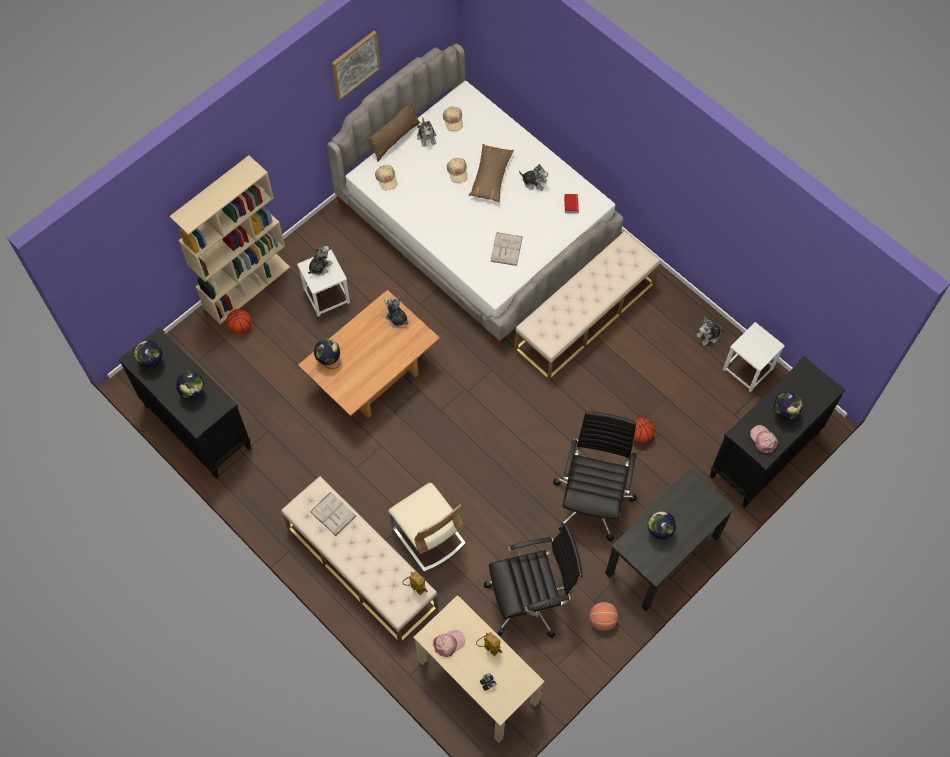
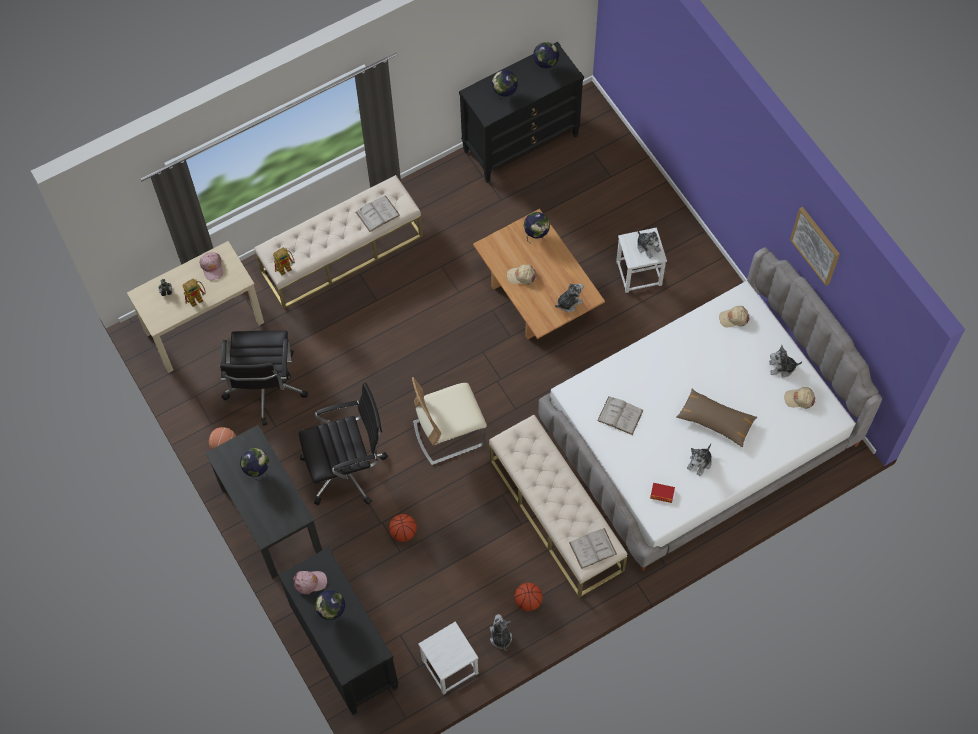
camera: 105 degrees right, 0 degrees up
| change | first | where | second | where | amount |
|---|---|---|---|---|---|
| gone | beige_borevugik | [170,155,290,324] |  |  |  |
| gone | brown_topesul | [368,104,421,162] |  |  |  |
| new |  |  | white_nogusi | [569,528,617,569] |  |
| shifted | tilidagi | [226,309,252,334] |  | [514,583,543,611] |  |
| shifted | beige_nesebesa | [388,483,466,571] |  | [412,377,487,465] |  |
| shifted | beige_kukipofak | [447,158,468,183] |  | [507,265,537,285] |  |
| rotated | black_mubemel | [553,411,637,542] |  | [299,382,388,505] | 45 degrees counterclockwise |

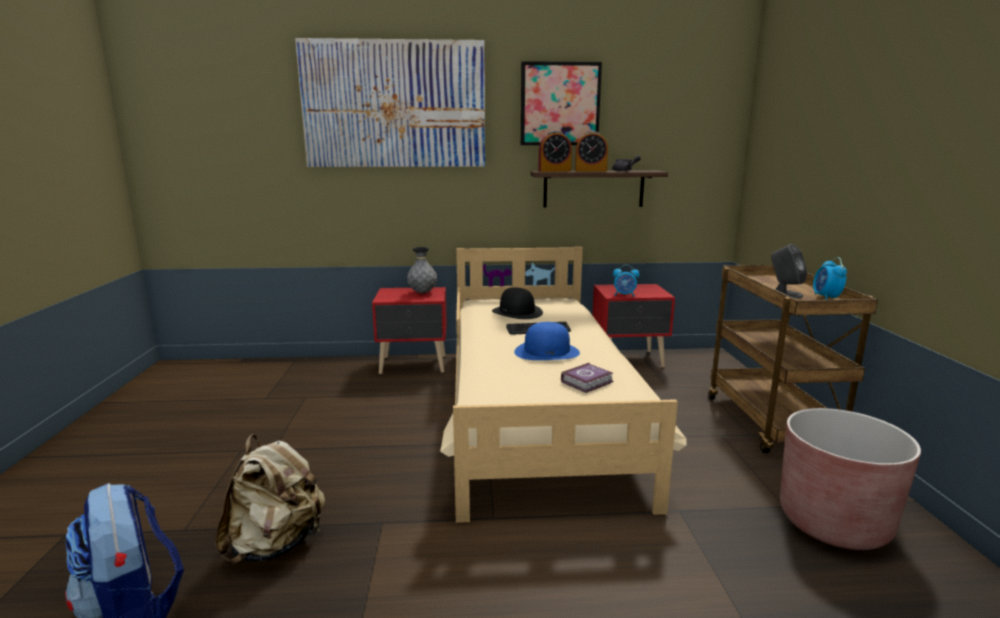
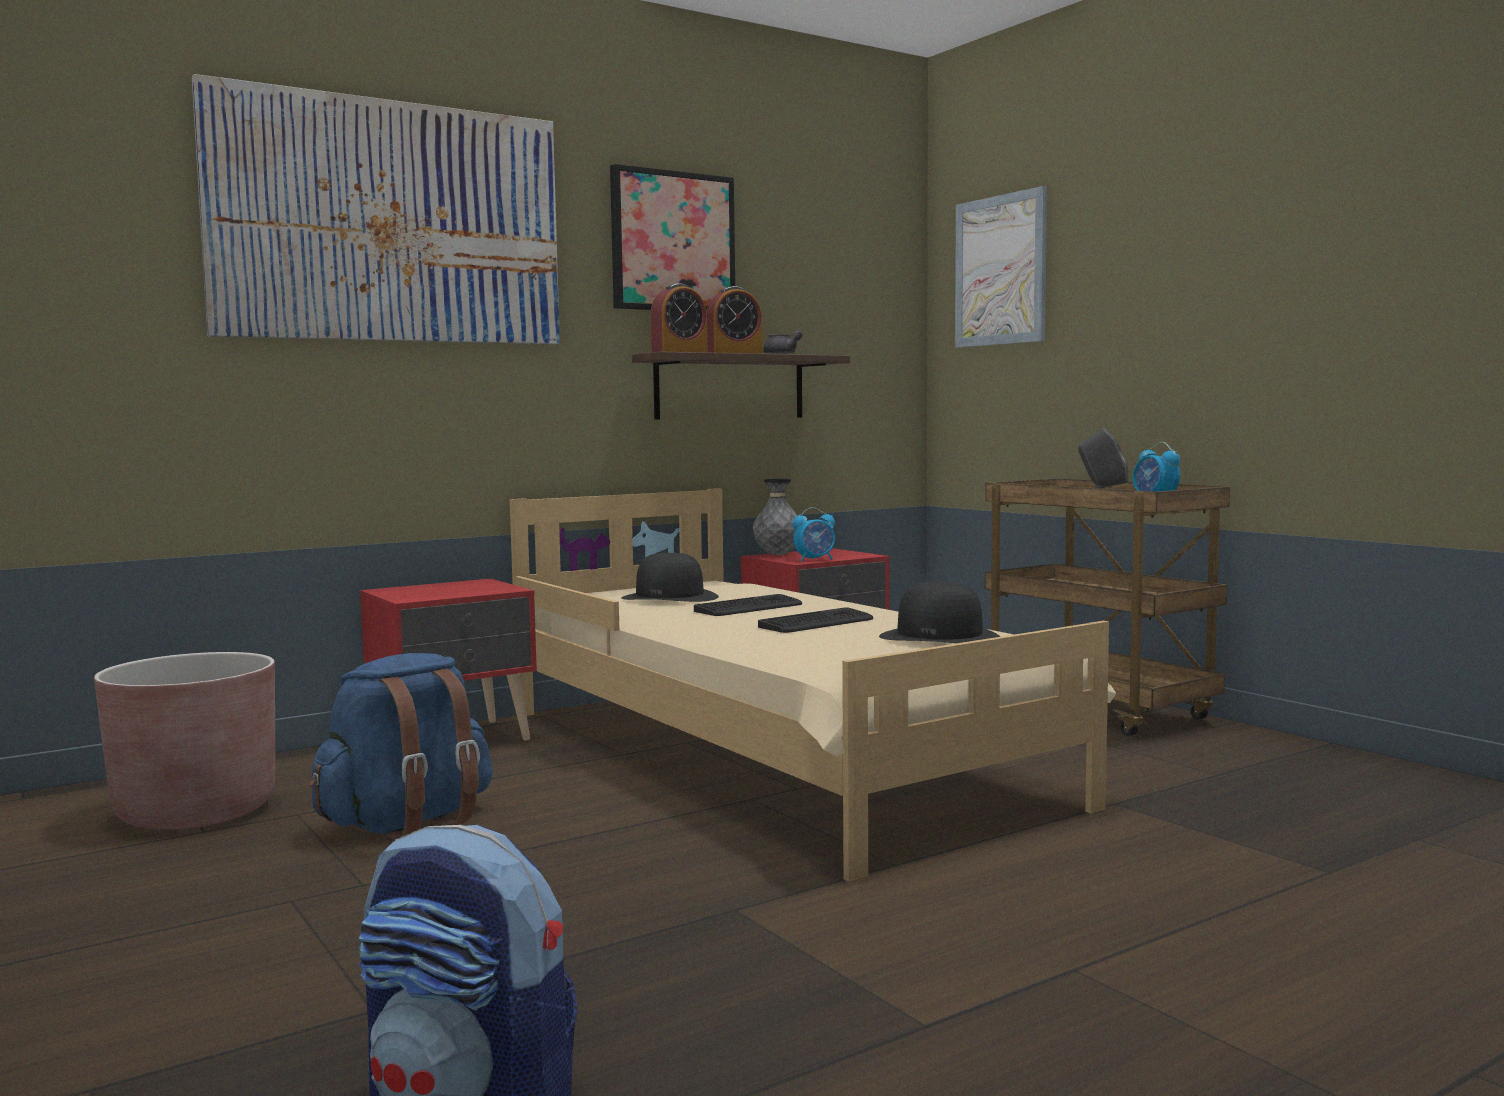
camera: 30 degrees left, 10 degrees down
| change | first | where | second | where | amount |
|---|---|---|---|---|---|
| gone | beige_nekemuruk | [215,434,325,564] |  |  |  |
| new |  |  | blue_nekemuruk | [309,653,493,841] |  |
| new |  |  | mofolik | [955,186,1047,348] |  |
| shifted | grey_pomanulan | [407,247,437,293] |  | [753,479,798,555] |  |
| shifted | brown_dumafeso | [780,408,921,550] |  | [94,652,275,830] |  |
| swapped | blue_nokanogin | [514,322,580,360] | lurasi | [758,607,873,633] |  |
| swapped | nogusi | [561,363,613,393] | black_nokanogin | [879,581,1001,643] |  |

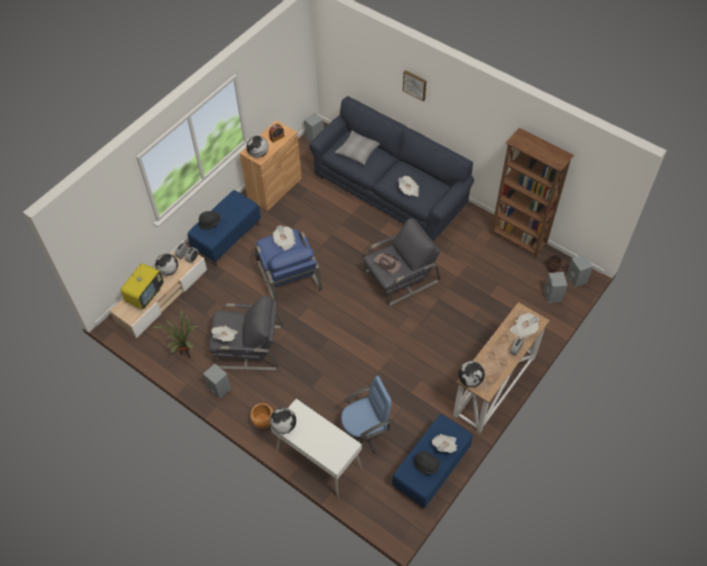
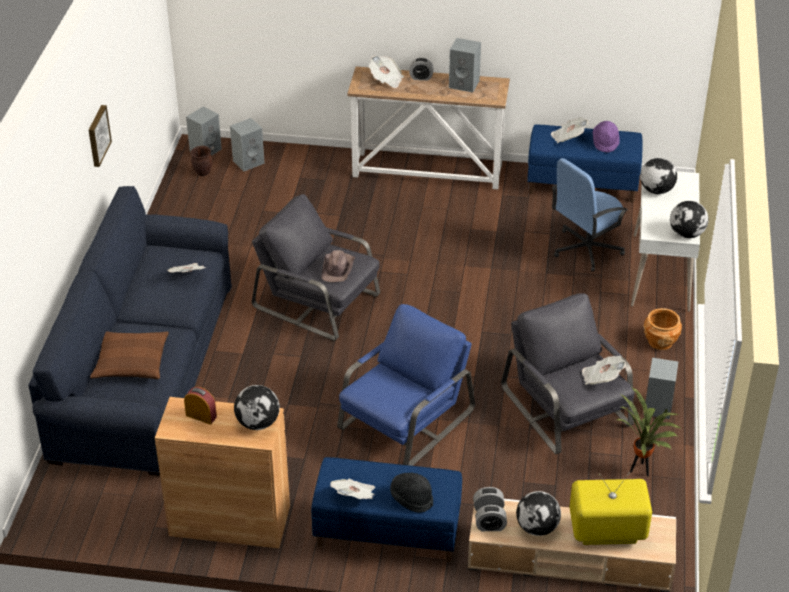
camera: 120 degrees left, 15 degrees down
| change | first | where | second | where | amount |
|---|---|---|---|---|---|
| gone | brown_borevugik | [491,128,574,259] |  |  |  |
| shifted | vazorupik | [273,225,296,251] |  | [330,479,375,499] |  |
| shifted | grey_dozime | [304,113,324,142] |  | [449,38,481,93] |  |
| shifted | mofolik | [403,70,426,101] |  | [89,105,112,167] |  |
| shifted | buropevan | [458,361,485,387] |  | [640,158,677,194] |  |
| repainted | grey_topesul | [335,130,380,165] | brown_topesul | [90,331,169,379] |  |
| repainted | black_nokanogin | [414,451,440,475] | purple_nokanogin | [593,121,620,153] |  |
| rotated | blue_mubemel | [341,376,392,453] |  | [552,158,628,272] | 75 degrees counterclockwise |

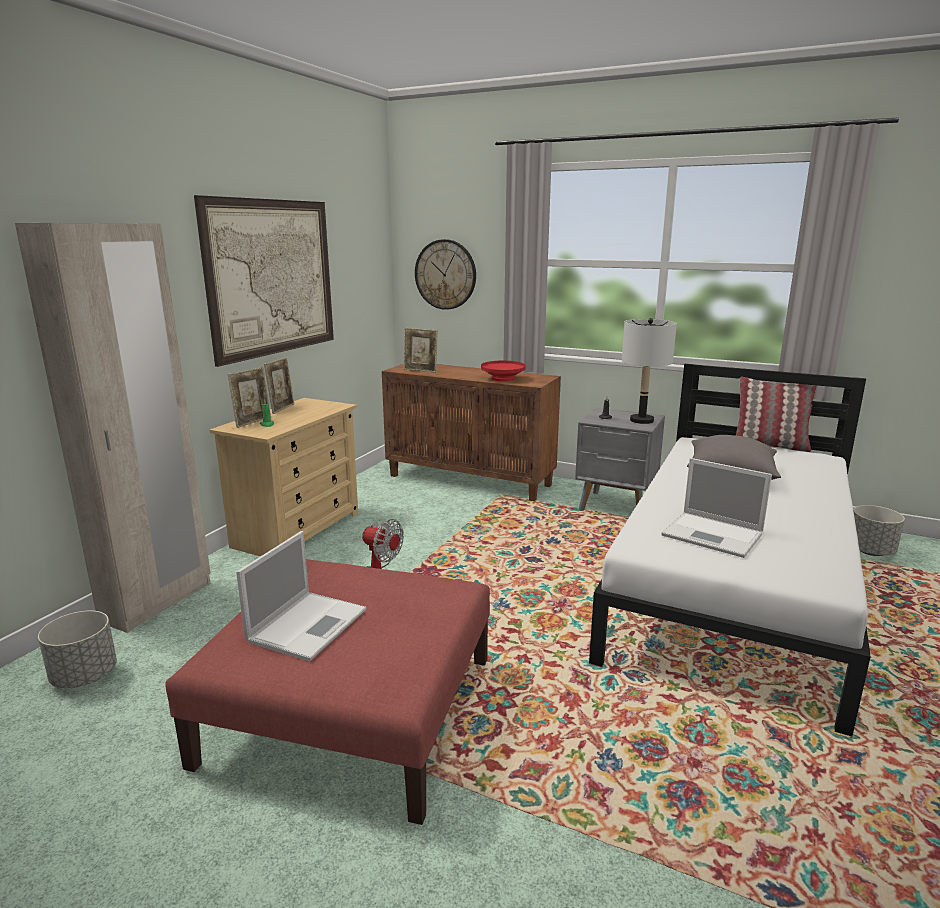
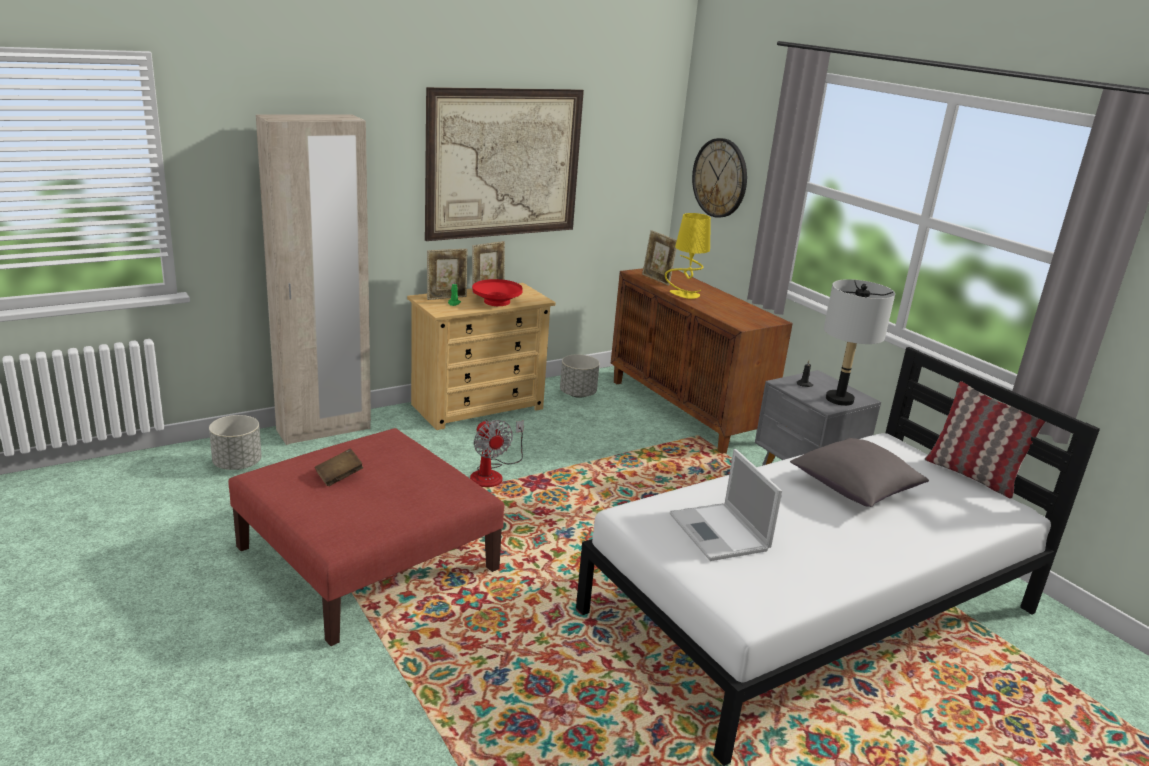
camera: 30 degrees right, 5 degrees up
| change | first | where | second | where | amount |
|---|---|---|---|---|---|
| new |  |  | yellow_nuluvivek | [665,213,711,299] |  |
| shifted | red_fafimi | [481,360,526,382] |  | [472,279,523,306] |  |
| shifted | grey_dumafeso | [854,505,905,556] |  | [560,354,600,398] |  |
| swapped | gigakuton | [236,531,366,662] | brown_nogusi | [315,449,364,486] |  |

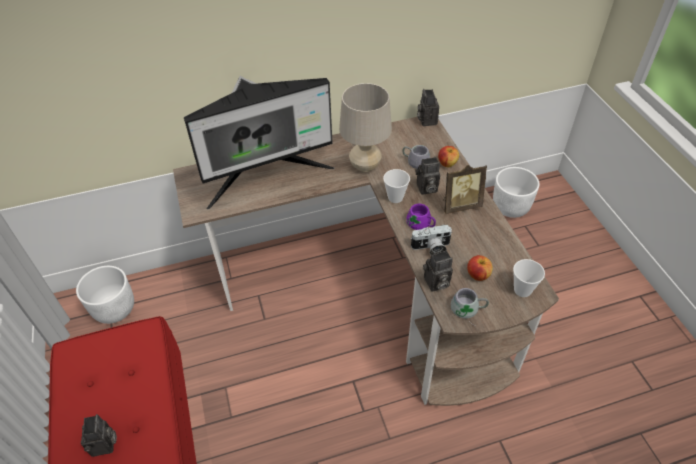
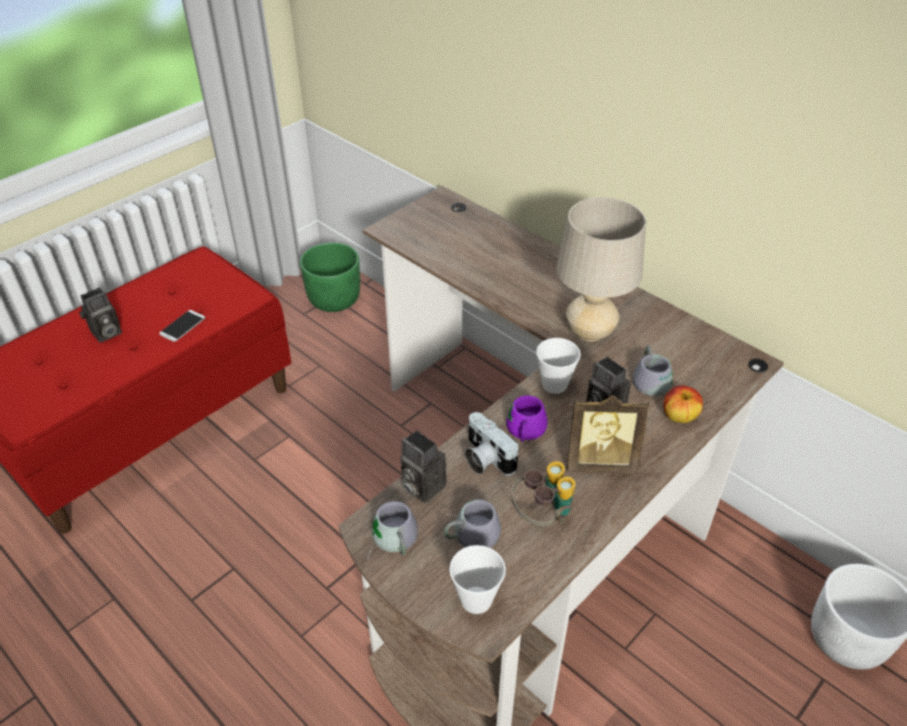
camera: 60 degrees right, 5 degrees down
| change | first | where | second | where | amount |
|---|---|---|---|---|---|
| gone | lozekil | [184,76,334,209] |  |  |  |
| gone | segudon | [417,89,439,126] |  |  |  |
| new |  |  | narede | [159,310,205,342] |  |
| new |  |  | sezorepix | [512,461,576,526] |  |
| swapped | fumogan | [467,255,493,281] | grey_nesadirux | [444,500,501,548] |  |
| repainted | white_dumafeso | [76,266,134,324] | green_dumafeso | [300,243,360,312] |  |
| rotated | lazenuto | [443,165,487,214] |  | [567,395,649,474] | 45 degrees counterclockwise |

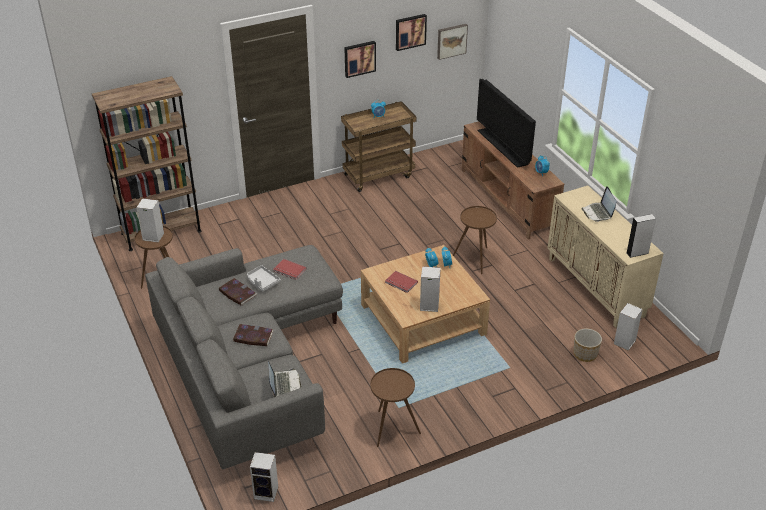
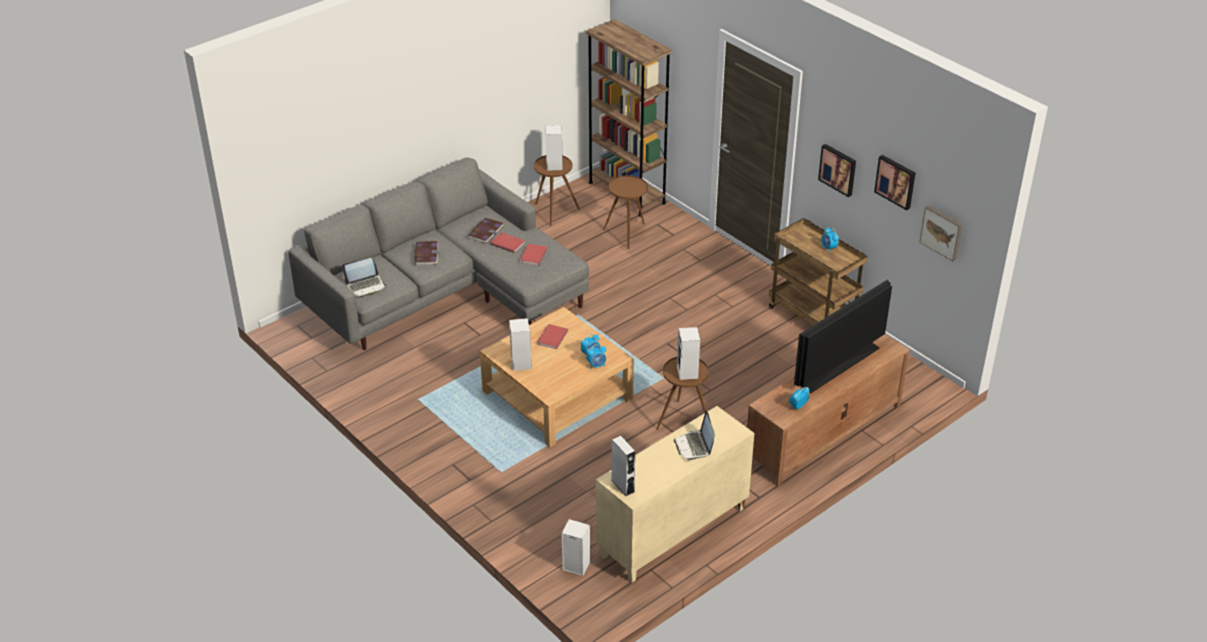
camera: 75 degrees right, 0 degrees up
| change | first | where | second | where | amount |
|---|---|---|---|---|---|
| gone | dumafeso | [573,329,602,362] |  |  |  |
| shifted | dozime | [250,452,278,502] |  | [677,327,700,380] |  |
| shifted | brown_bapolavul | [370,368,421,447] |  | [603,175,648,249] |  |
| swapped | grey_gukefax | [247,265,281,292] | red_nogusi | [490,232,525,253] |  |
| rotated | gigakuton | [582,186,616,222] |  | [674,411,715,461] | 75 degrees counterclockwise |

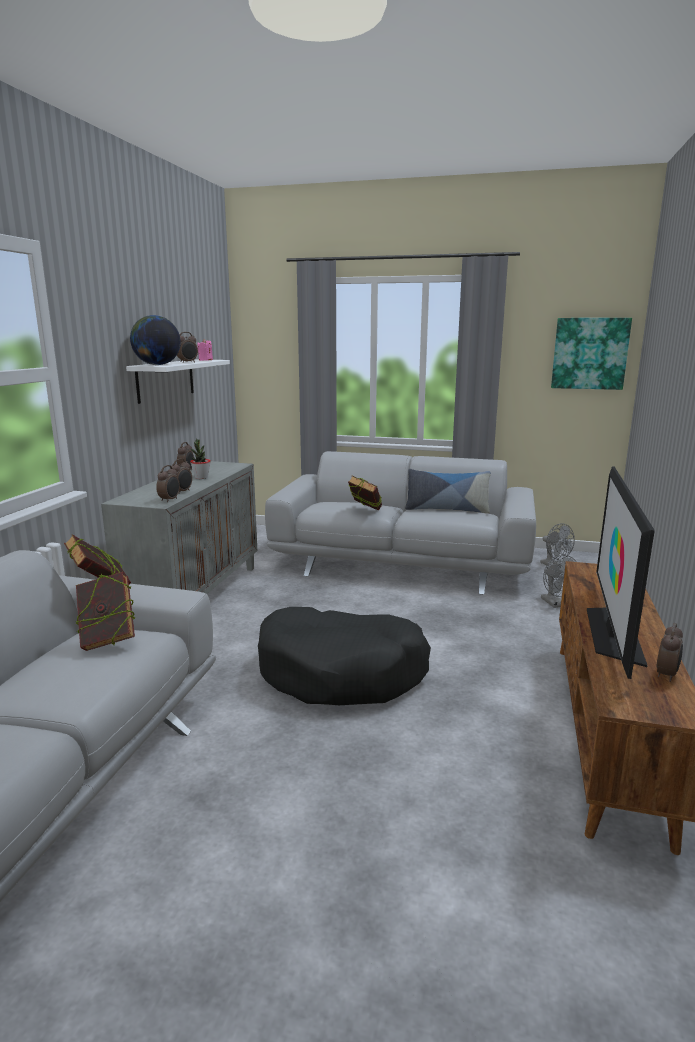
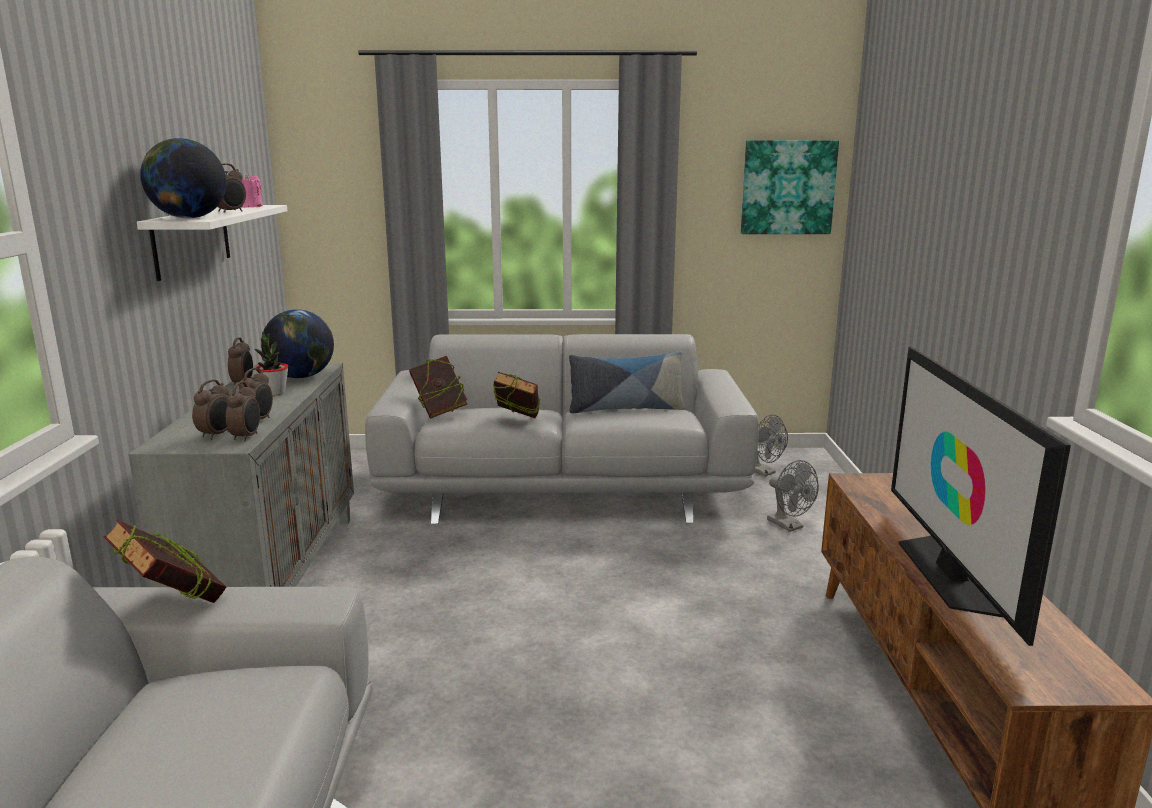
camera: 15 degrees left, 0 degrees up
| change | first | where | second | where | amount |
|---|---|---|---|---|---|
| gone | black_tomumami | [258,607,431,705] |  |  |  |
| new |  |  | buropevan | [261,309,334,378] |  |
| shifted | nogusi | [76,572,136,651] |  | [409,356,467,418] |  |
| shifted | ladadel | [656,623,683,682] |  | [192,380,229,440] |  |

